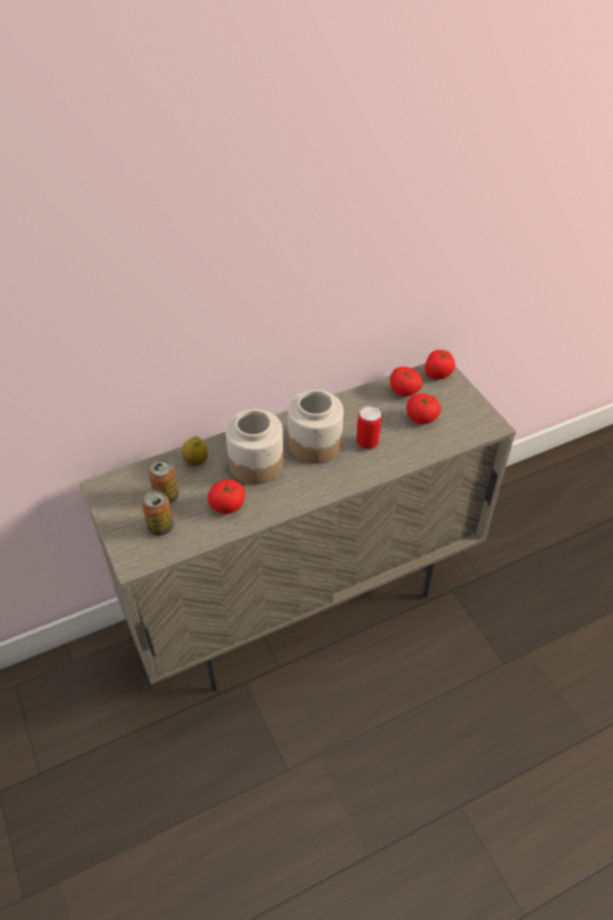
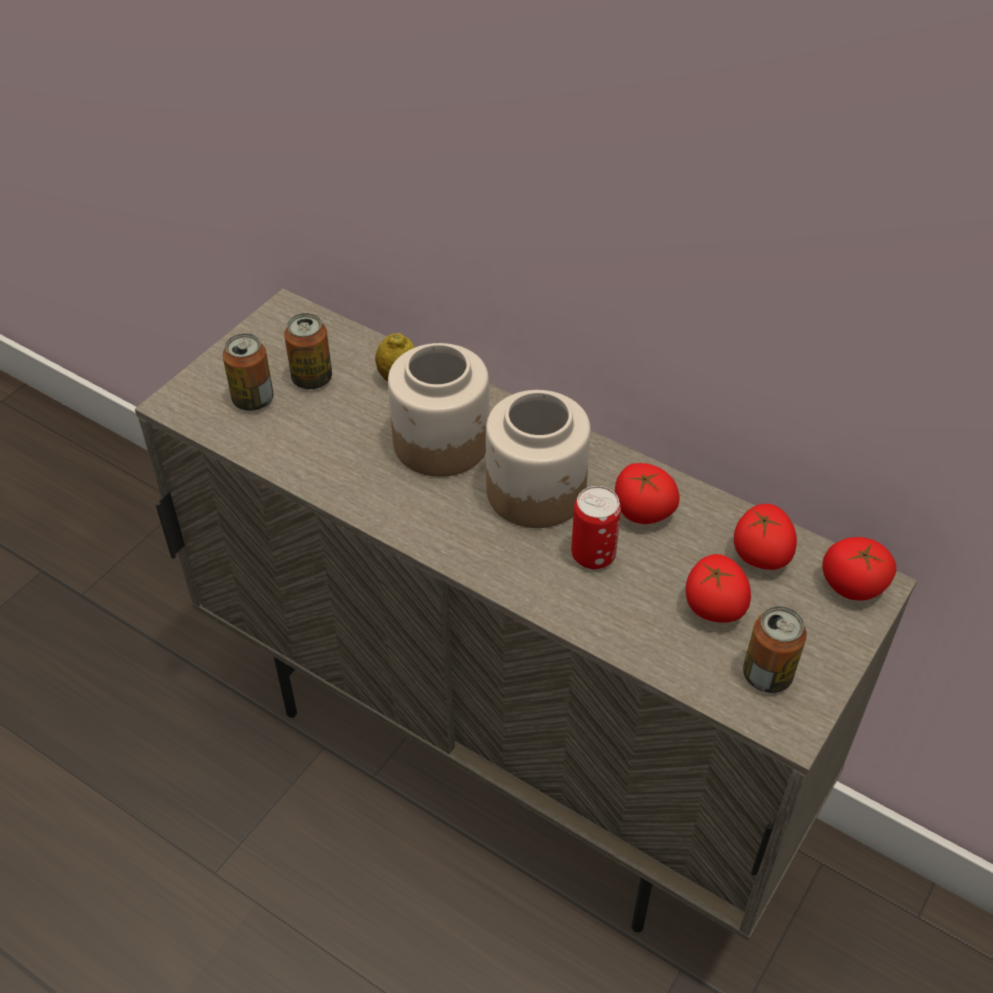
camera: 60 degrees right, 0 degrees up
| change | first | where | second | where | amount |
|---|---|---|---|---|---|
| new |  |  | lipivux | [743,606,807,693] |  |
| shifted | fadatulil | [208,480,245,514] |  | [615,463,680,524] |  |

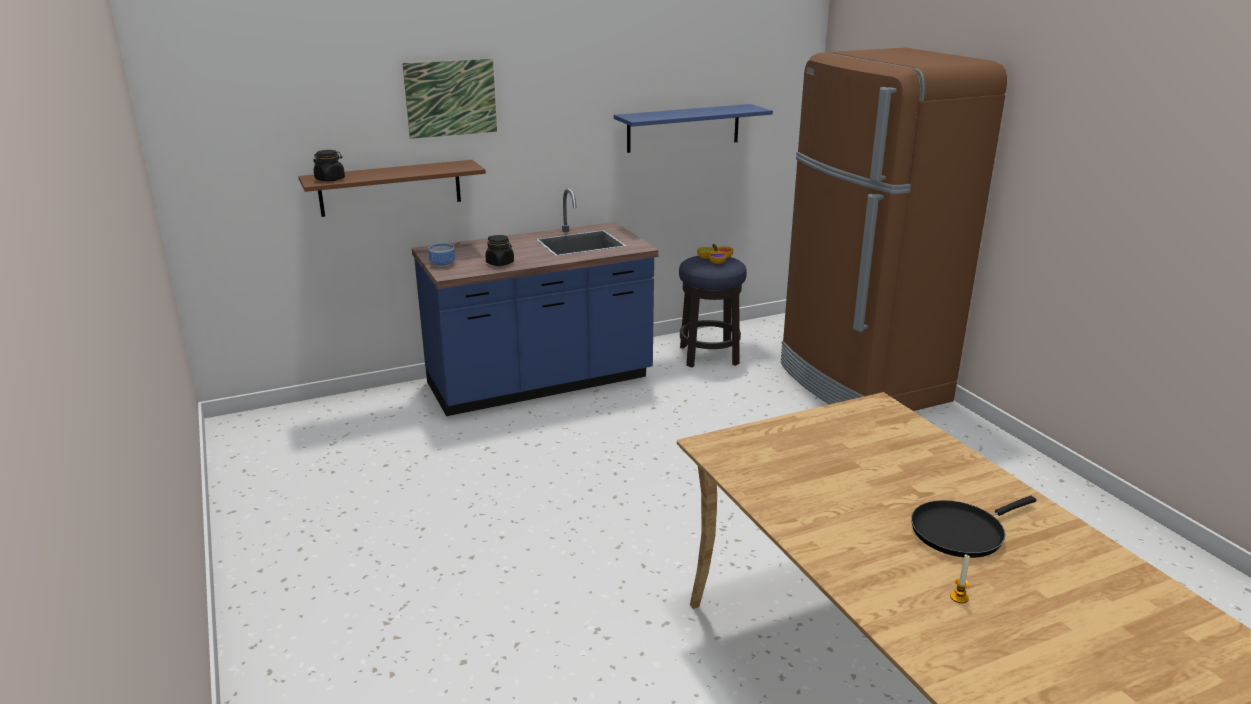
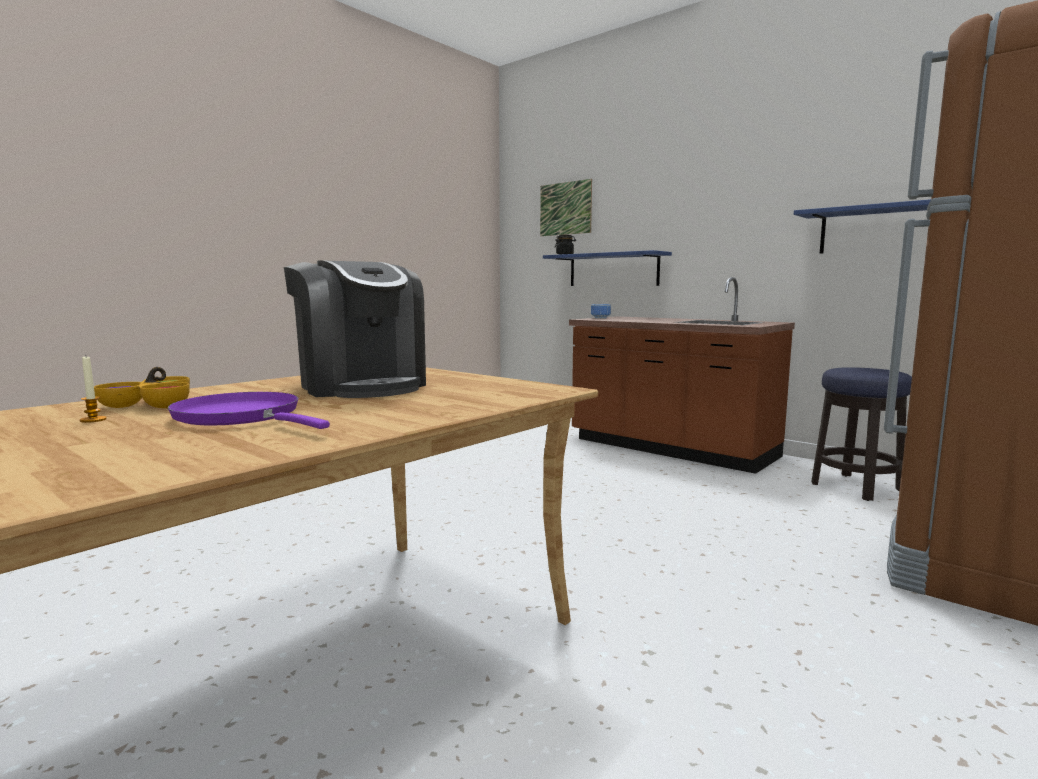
camera: 65 degrees right, 15 degrees down
| change | first | where | second | where | amount |
|---|---|---|---|---|---|
| gone | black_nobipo | [485,235,514,266] |  |  |  |
| new |  |  | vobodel | [284,260,426,398] |  |
| shifted | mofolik | [402,59,497,139] |  | [540,179,592,236] |  |
| shifted | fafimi | [697,244,733,264] |  | [94,367,190,408] |  |
| repainted | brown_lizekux | [298,160,486,217] | blue_lizekux | [543,250,672,286] |  |
| repainted | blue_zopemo | [412,188,659,416] | brown_zopemo | [569,277,795,474] |  |
| repainted | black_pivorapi | [911,496,1036,558] | purple_pivorapi | [168,392,330,429] |  |

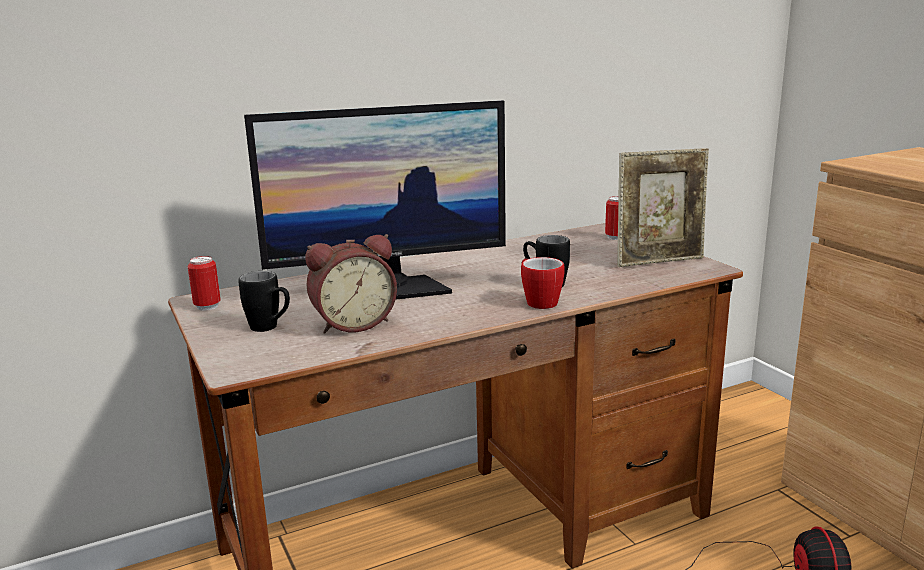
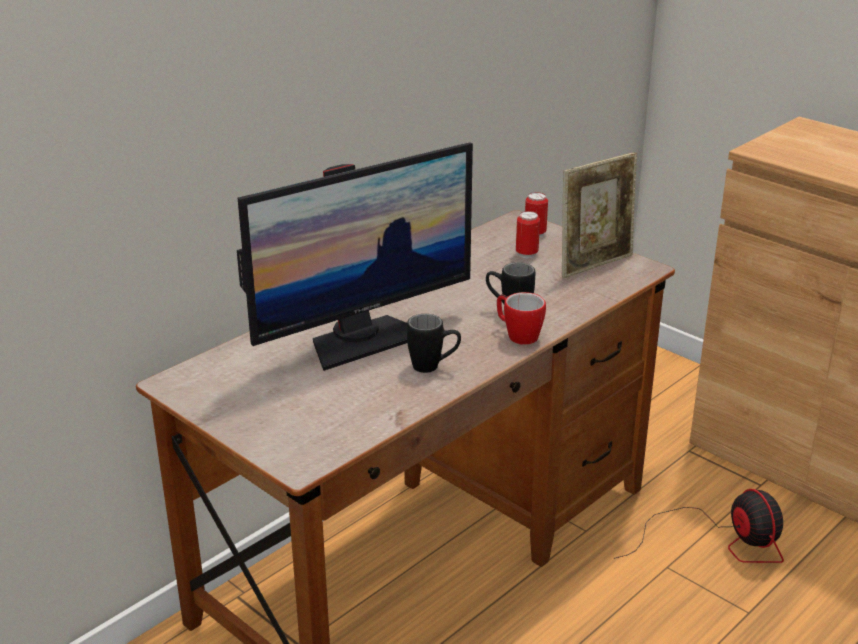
camera: 20 degrees left, 10 degrees up
| change | first | where | second | where | amount |
|---|---|---|---|---|---|
| gone | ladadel | [305,234,397,334] |  |  |  |
| shifted | lipivux | [188,256,221,311] |  | [516,211,540,258] |  |
| shifted | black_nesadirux | [238,271,290,332] |  | [407,314,461,373] |  |

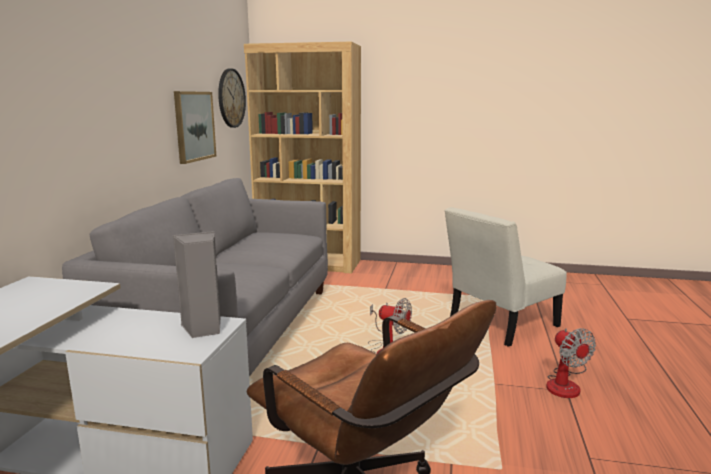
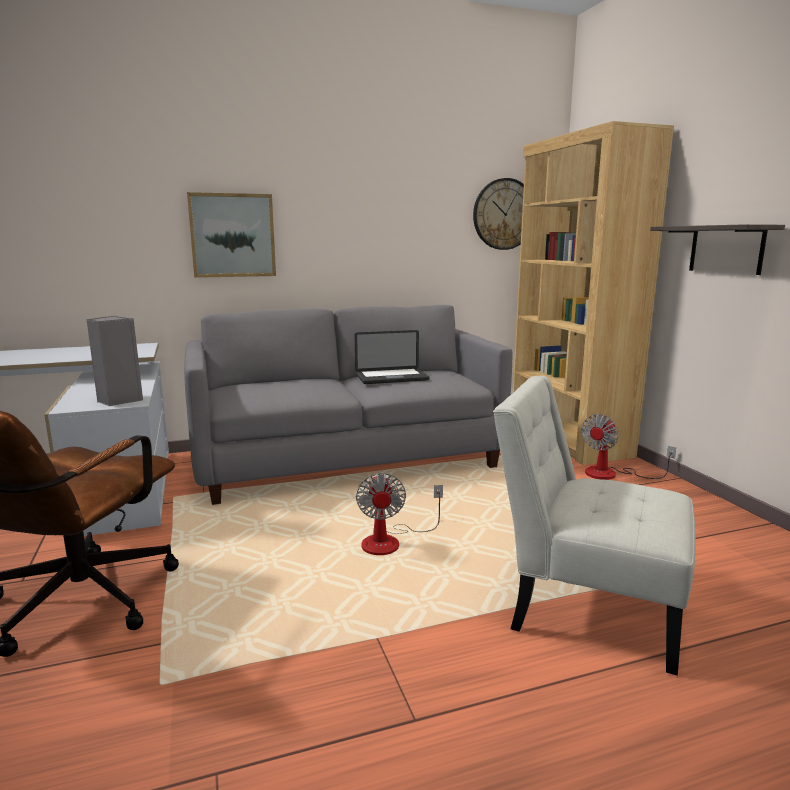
camera: 60 degrees right, 0 degrees up
| change | first | where | second | where | amount |
|---|---|---|---|---|---|
| new |  |  | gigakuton | [355,330,429,384] |  |
| new |  |  | lizekux | [650,224,785,275] |  |
| shifted | mofolik | [174,91,216,164] |  | [187,192,276,278] |  |
| shifted | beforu | [546,328,596,398] |  | [581,414,676,480] |  |

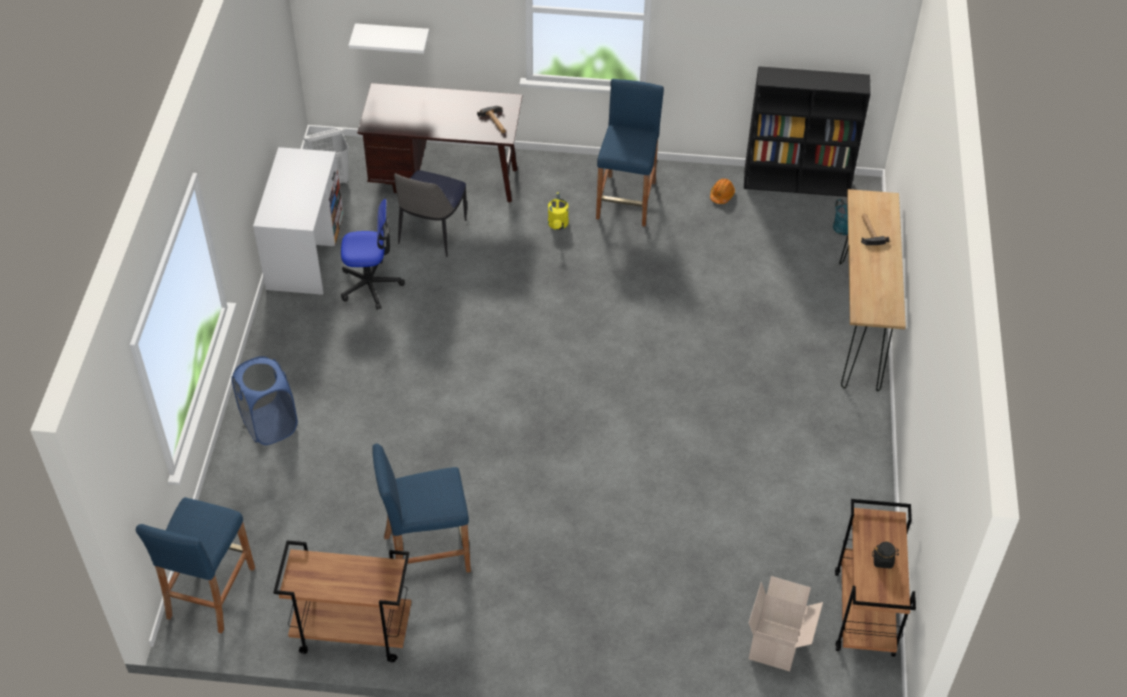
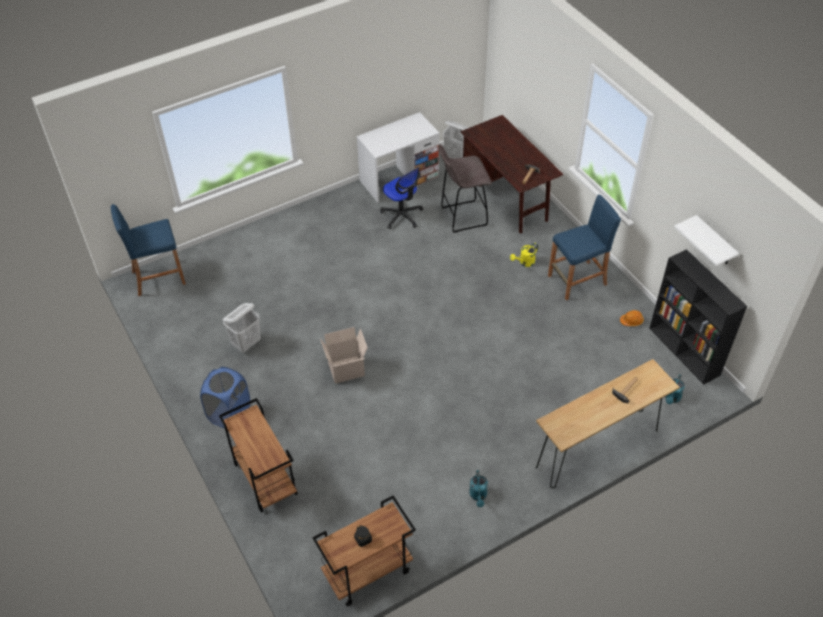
camera: 55 degrees right, 0 degrees up
| change | first | where | second | where | amount |
|---|---|---|---|---|---|
| new |  |  | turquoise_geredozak | [470,470,488,507] |  |
| shifted | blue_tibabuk | [232,356,298,445] |  | [200,367,250,428] |  |
| shifted | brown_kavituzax | [273,540,411,662] |  | [219,398,298,513] |  |
| shifted | white_lizekux | [348,23,429,54] |  | [674,215,739,266] |  |
| shifted | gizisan | [749,576,823,672] |  | [320,327,368,384] |  |
| swapped | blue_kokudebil | [372,443,471,573] | white_tibabuk | [223,303,261,353] |  |
| swapped | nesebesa | [394,170,467,257] | grey_kokudebil | [439,144,492,233] |  |

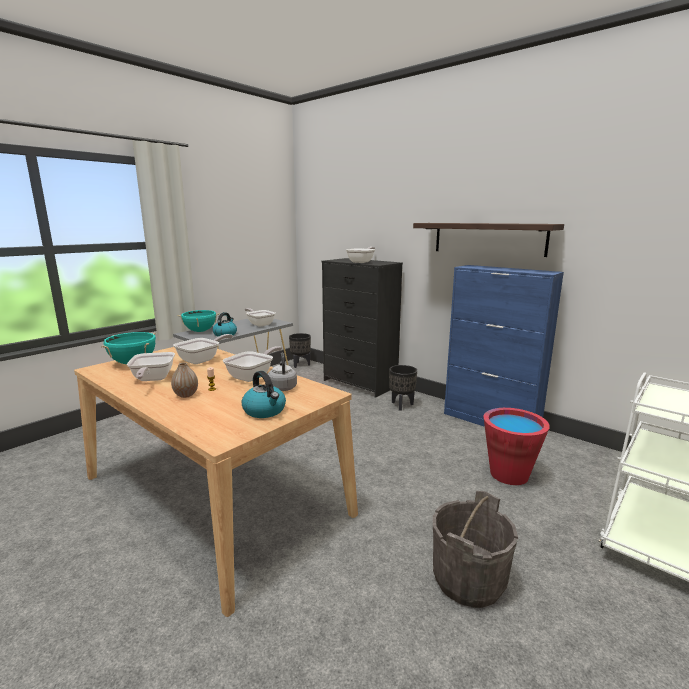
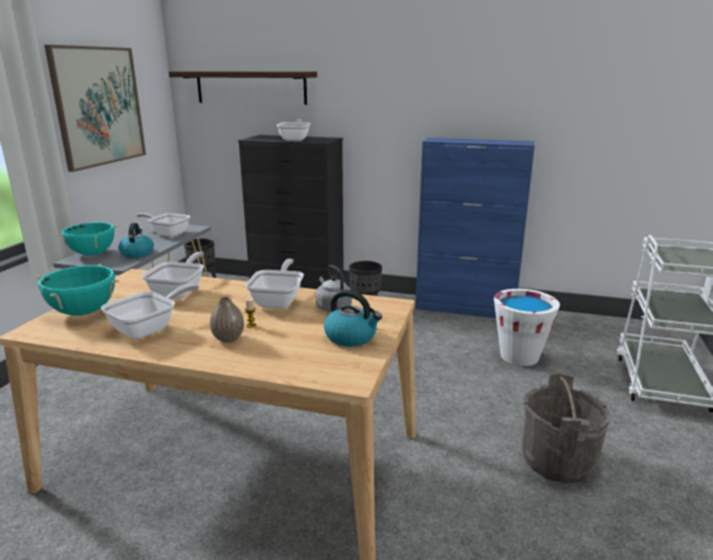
camera: 25 degrees left, 5 degrees up
| change | first | where | second | where | amount |
|---|---|---|---|---|---|
| new |  |  | mofolik | [44,45,146,172] |  |
| shifted | lizekux | [413,223,564,257] |  | [169,71,317,105] |  |
| repainted | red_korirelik | [483,408,550,485] | white_korirelik | [494,289,560,366] |  |
| rotated | pivorapi | [127,352,175,381] |  | [101,284,199,339] | 105 degrees counterclockwise |

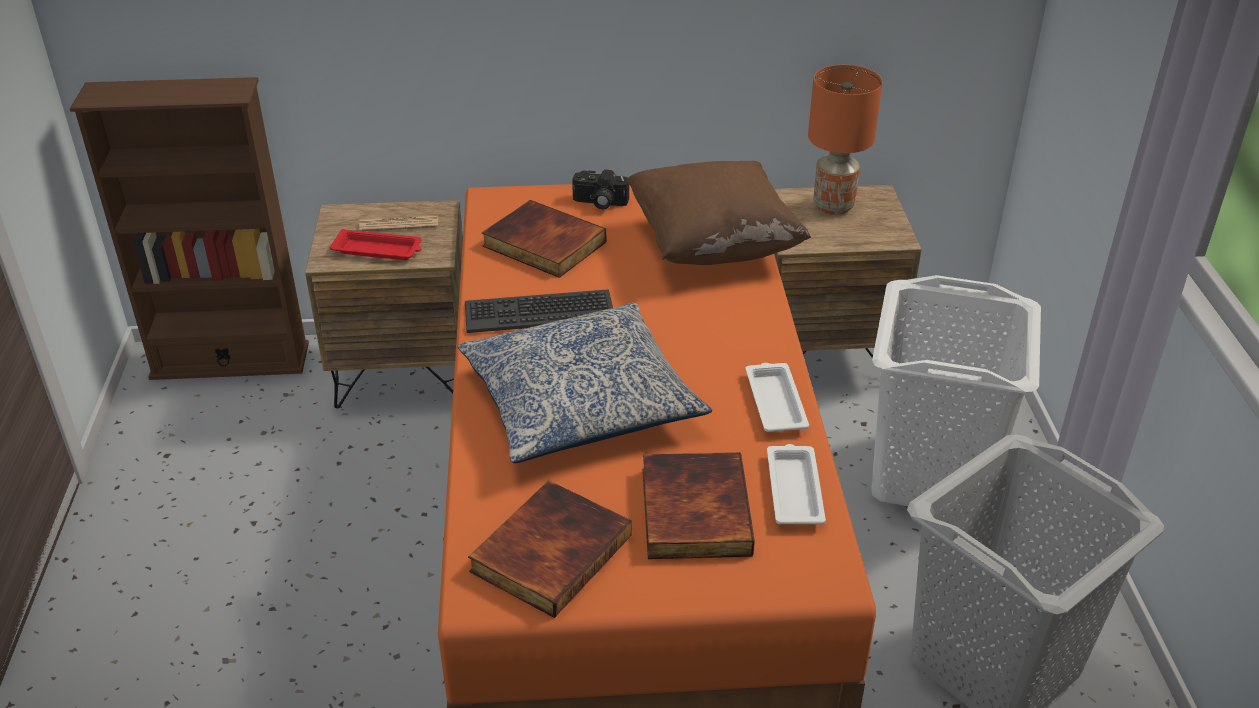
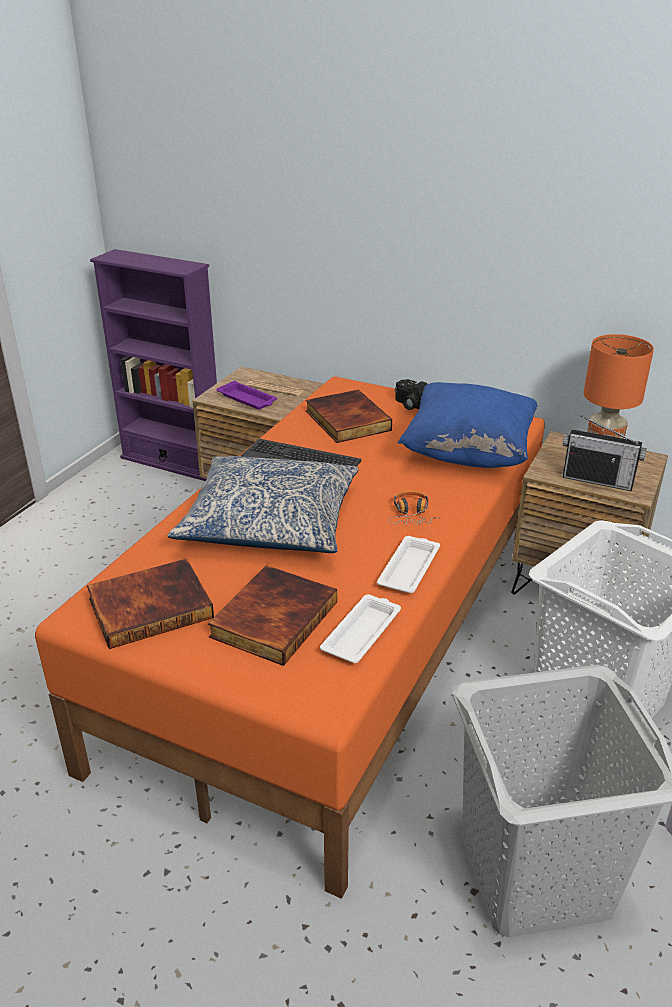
camera: 30 degrees right, 5 degrees down
| change | first | where | second | where | amount |
|---|---|---|---|---|---|
| new |  |  | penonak | [388,491,439,525] |  |
| new |  |  | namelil | [562,415,647,491] |  |
| repainted | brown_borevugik | [70,77,309,380] | purple_borevugik | [90,249,217,481] |  |
| repainted | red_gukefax | [330,229,422,260] | purple_gukefax | [217,381,277,410] |  |
| repainted | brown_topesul | [627,161,811,265] | blue_topesul | [398,382,538,468] |  |

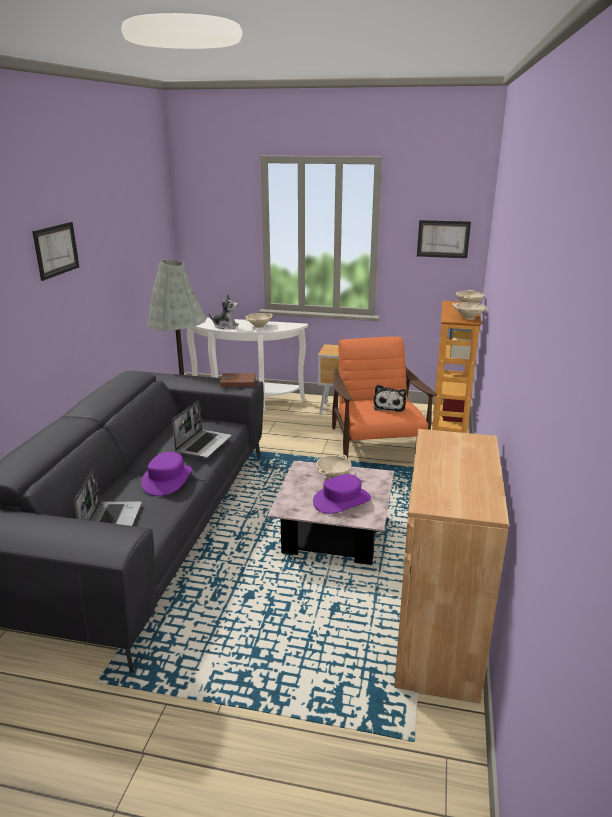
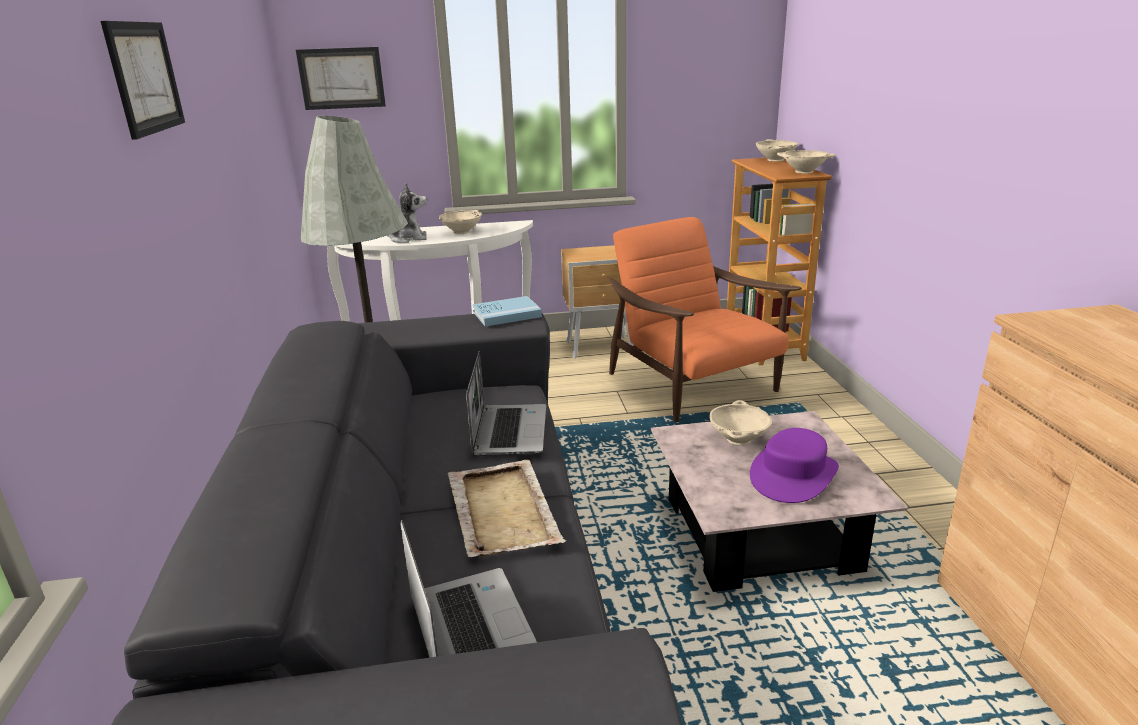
camera: 20 degrees left, 0 degrees up
| change | first | where | second | where | amount |
|---|---|---|---|---|---|
| gone | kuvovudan | [373,385,406,412] |  |  |  |
| shifted | mofolik | [417,220,471,258] |  | [296,47,386,110] |  |
| swapped | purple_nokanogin | [141,452,192,496] | beige_gukefax | [448,460,566,557] |  |
| repainted | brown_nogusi | [220,373,256,387] | blue_nogusi | [472,296,542,326] |  |

